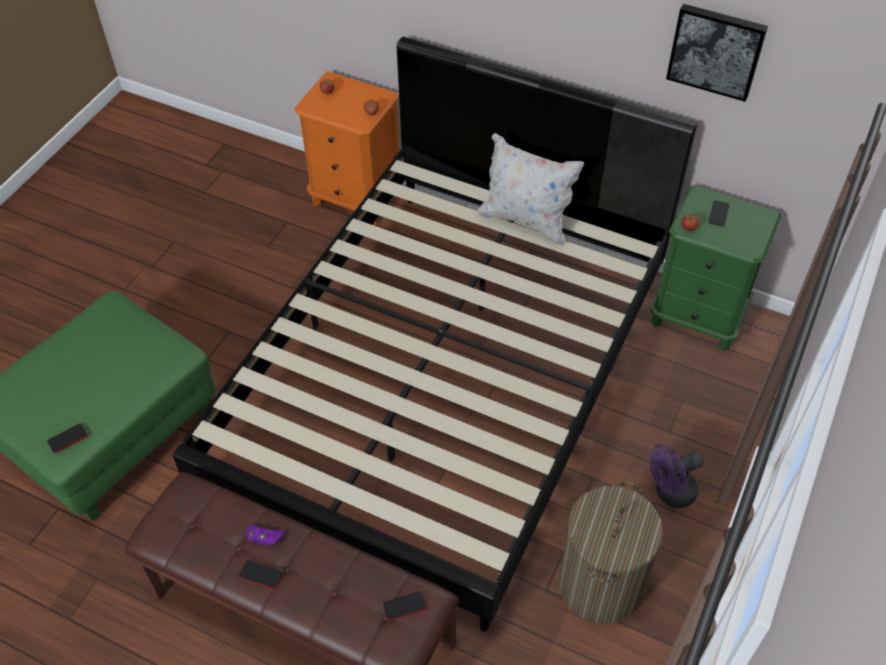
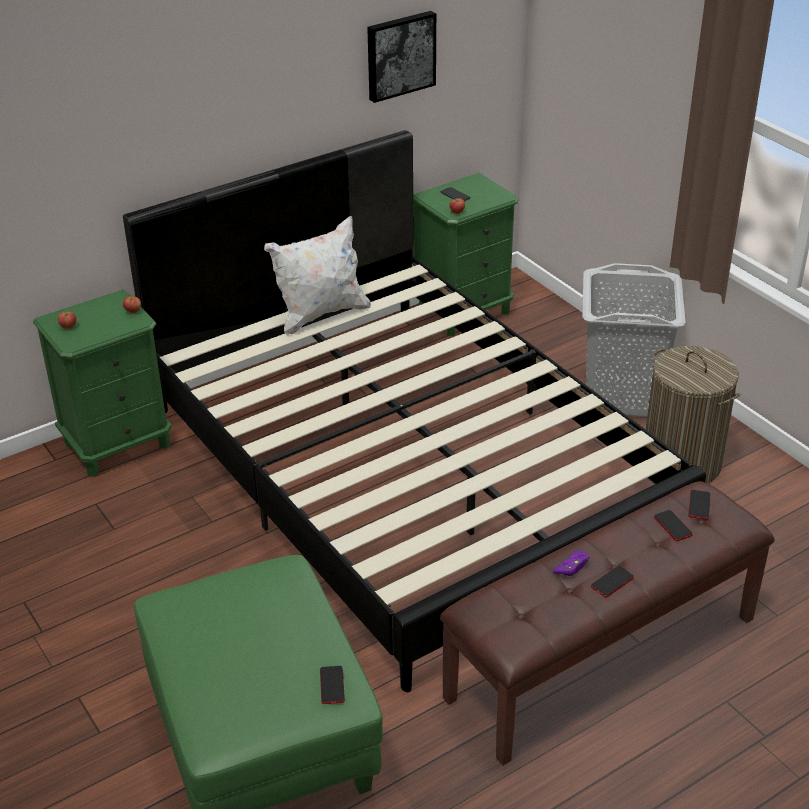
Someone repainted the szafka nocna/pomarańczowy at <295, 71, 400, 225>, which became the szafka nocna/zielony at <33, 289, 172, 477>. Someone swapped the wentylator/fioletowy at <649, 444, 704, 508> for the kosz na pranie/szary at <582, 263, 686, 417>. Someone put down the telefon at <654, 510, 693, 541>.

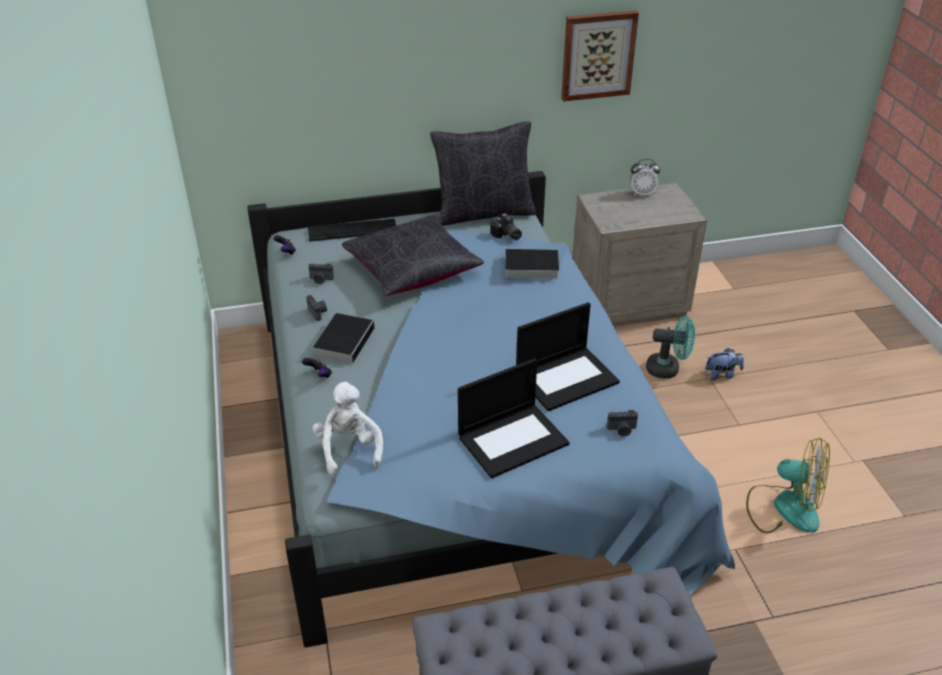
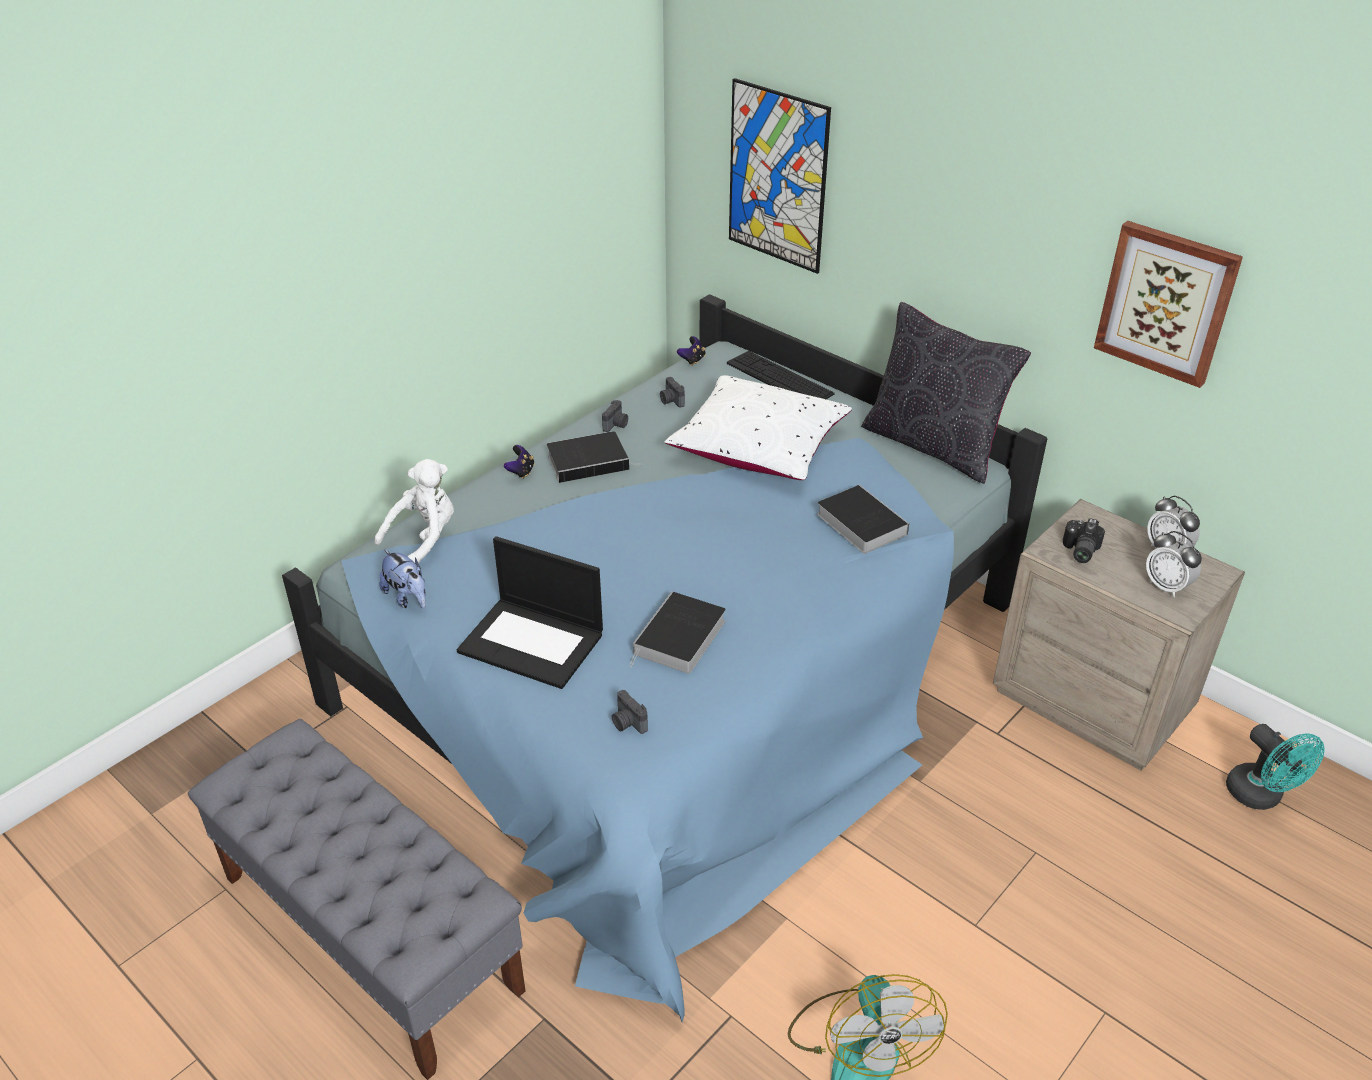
Someone repainted the poduszka/czarny at <342, 215, 484, 296>, which became the poduszka/biały at <664, 375, 852, 480>. Someone carried the aparat fotograficzny from <490, 213, 522, 240> to <1063, 518, 1105, 563>. Someone swapped the laptop at <516, 302, 620, 411> for the książka at <629, 591, 726, 674>. Someone carried the wentylator/turkusowy from <646, 316, 695, 379> to <1226, 724, 1325, 810>. Someone carried the pluszak from <706, 348, 744, 381> to <380, 550, 426, 608>. Someone put up the obraz at <729, 78, 831, 274>. Someone put down the budzik at <1146, 531, 1202, 597>.

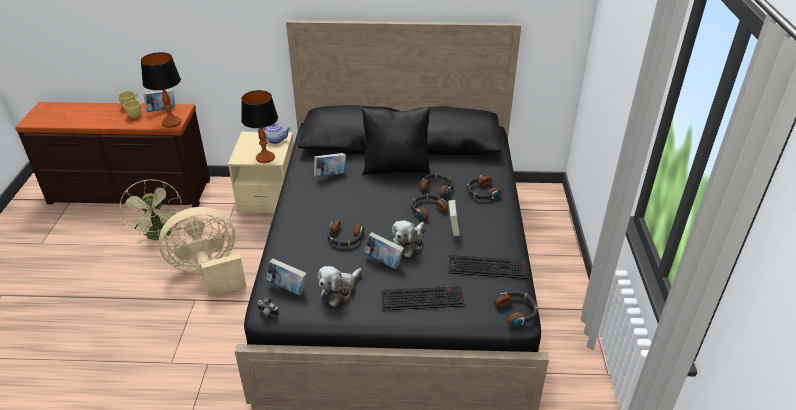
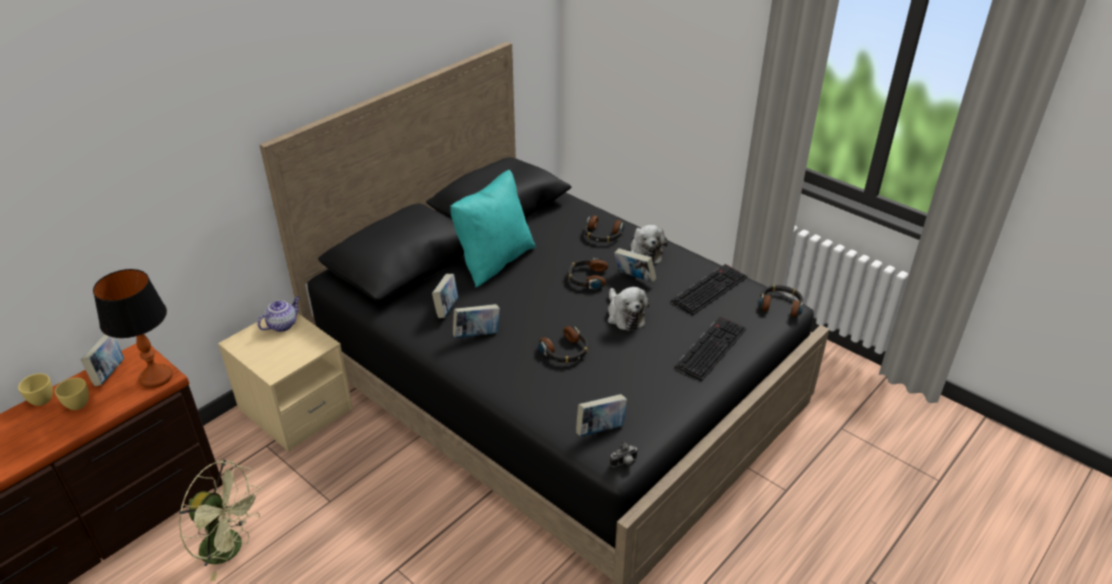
Someone took away the wentylator/beżowy at <159, 207, 247, 297>. Someone took away the lampa stołowa at <241, 90, 278, 163>. Someone carried the pluszak from <317, 266, 362, 307> to <630, 225, 668, 263>. Someone repainted the poduszka/czarny at <362, 107, 430, 175>, which became the poduszka/turkusowy at <450, 170, 535, 288>. Someone carried the książka from <364, 232, 404, 269> to <453, 304, 500, 338>. Someone took away the słuchawki at <419, 173, 454, 197>.

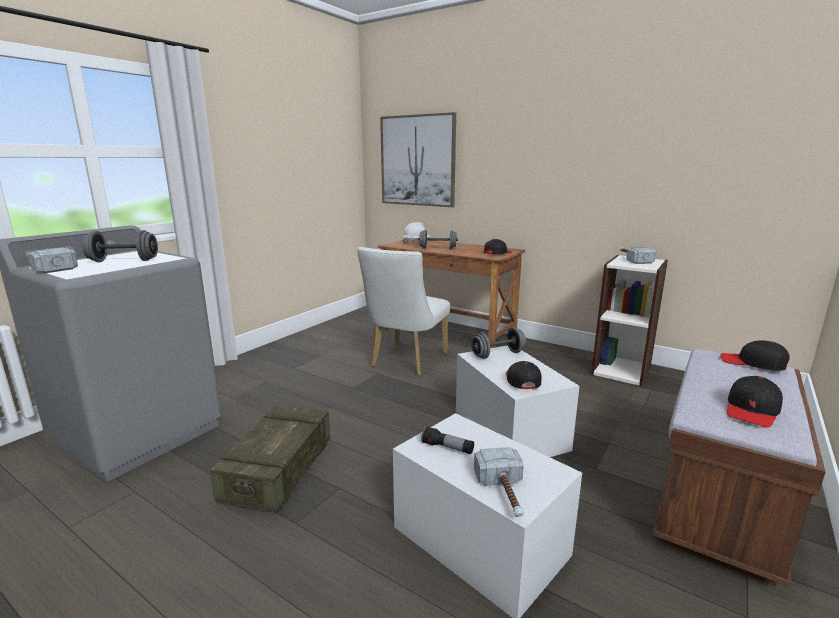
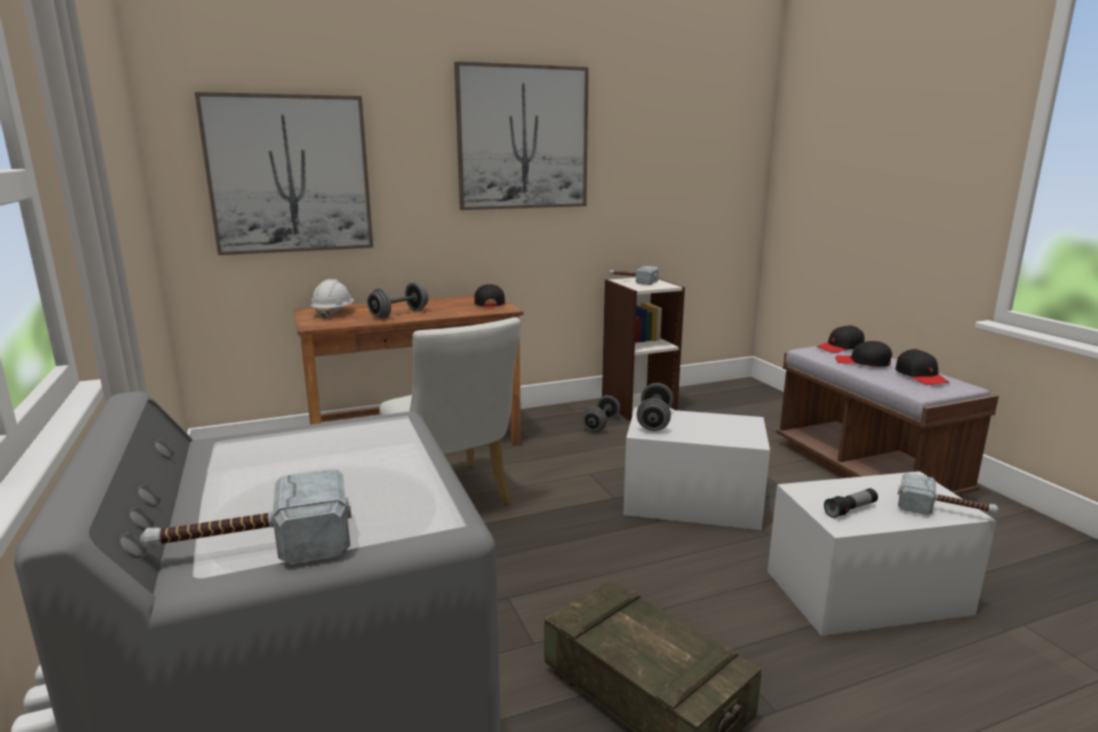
Someone carried the hantel/szary from <82, 230, 158, 262> to <582, 395, 620, 432>. Someone carried the czapka z daszkiem/czarny from <506, 361, 542, 389> to <835, 341, 892, 367>. Someone put up the obraz at <454, 61, 589, 210>.

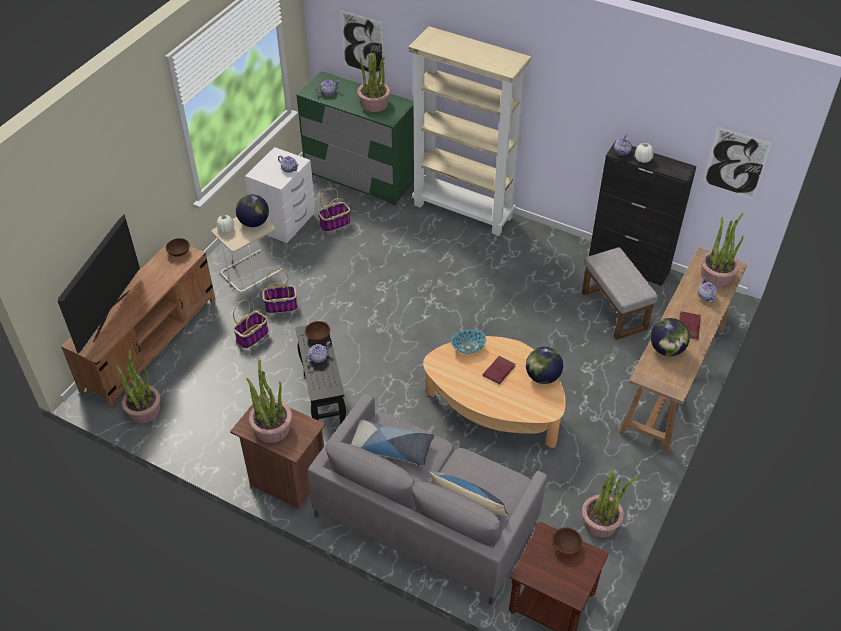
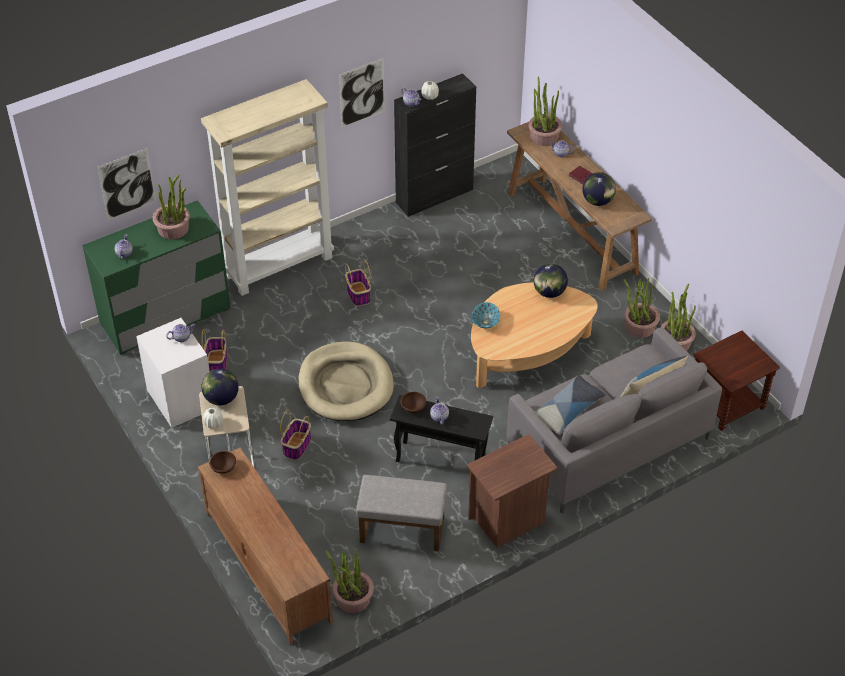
Someone took away the telewizor at <58, 214, 140, 353>. Someone carried the koszyk from <233, 300, 269, 349> to <345, 259, 371, 306>. Someone carried the roślina doniczkowa from <246, 360, 292, 443> to <623, 278, 660, 338>. Someone took away the książka/czerwony at <483, 356, 516, 385>. Someone took away the miska/brązowy at <552, 528, 582, 555>. Someone carried the pufa/szary from <582, 247, 658, 340> to <356, 475, 447, 552>. Someone carried the obraz from <703, 127, 772, 200> to <339, 58, 385, 128>. Someone put down the legowisko/beżowy at <298, 341, 394, 421>.

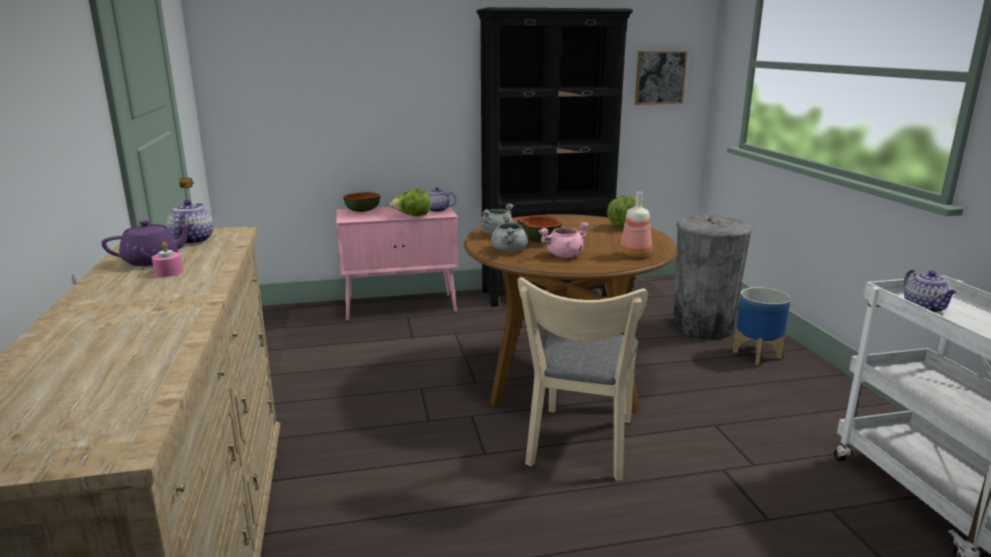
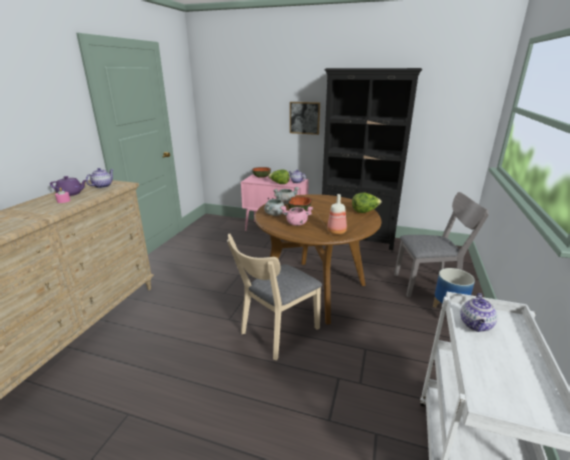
Someone carried the obraz from <635, 51, 688, 105> to <290, 102, 320, 135>. Someone swapped the kosz na śmieci/szary at <673, 215, 753, 340> for the krzesło/szary at <394, 192, 489, 297>.

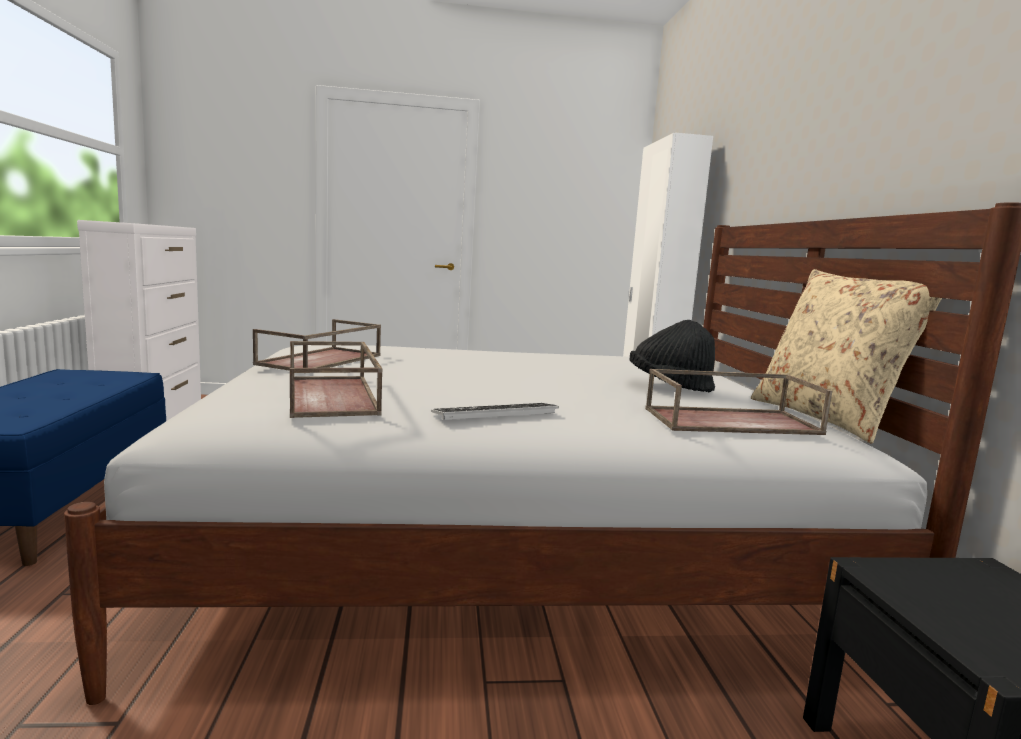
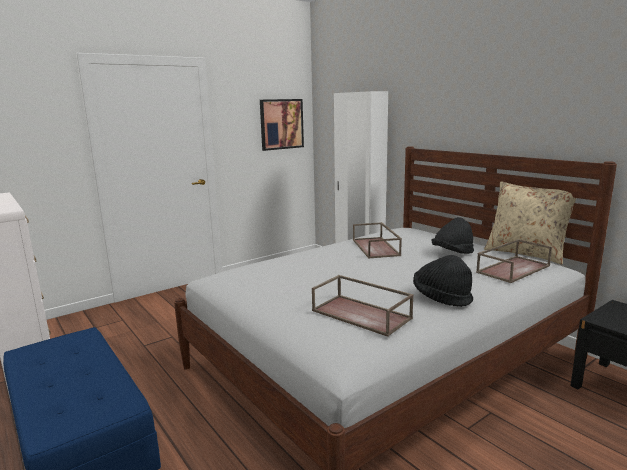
Someone carried the taca/brązowy from <253, 319, 381, 371> to <353, 222, 402, 259>. Someone swapped the klawiatura at <431, 403, 559, 420> for the kapelusz/czarny at <413, 255, 473, 307>. Someone put up the obraz at <260, 99, 304, 151>.

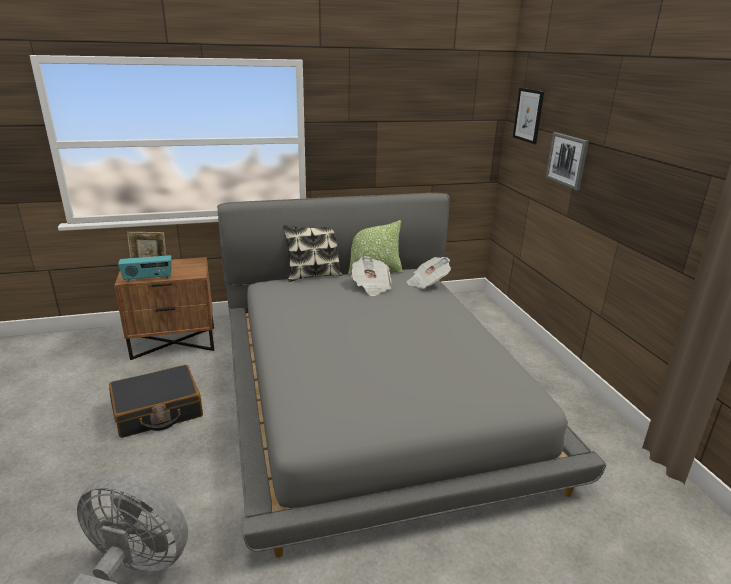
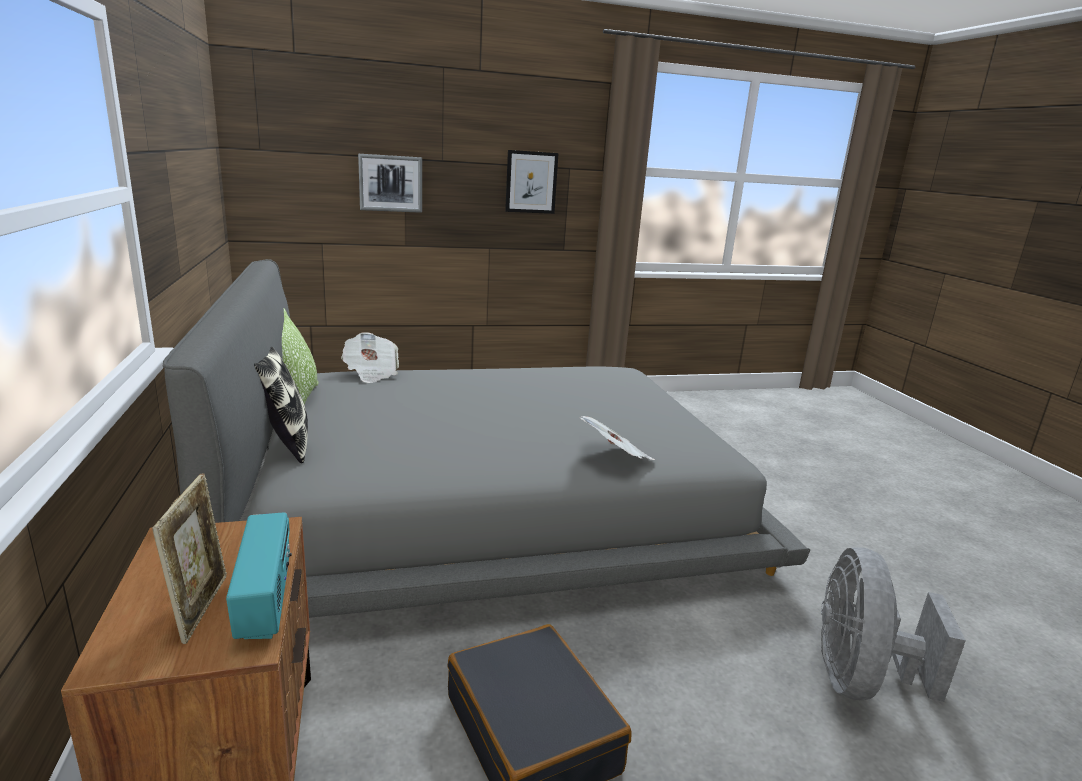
Someone carried the gazeta from <351, 256, 392, 296> to <580, 416, 655, 460>. Someone carried the obraz from <513, 88, 544, 144> to <505, 150, 559, 214>.

